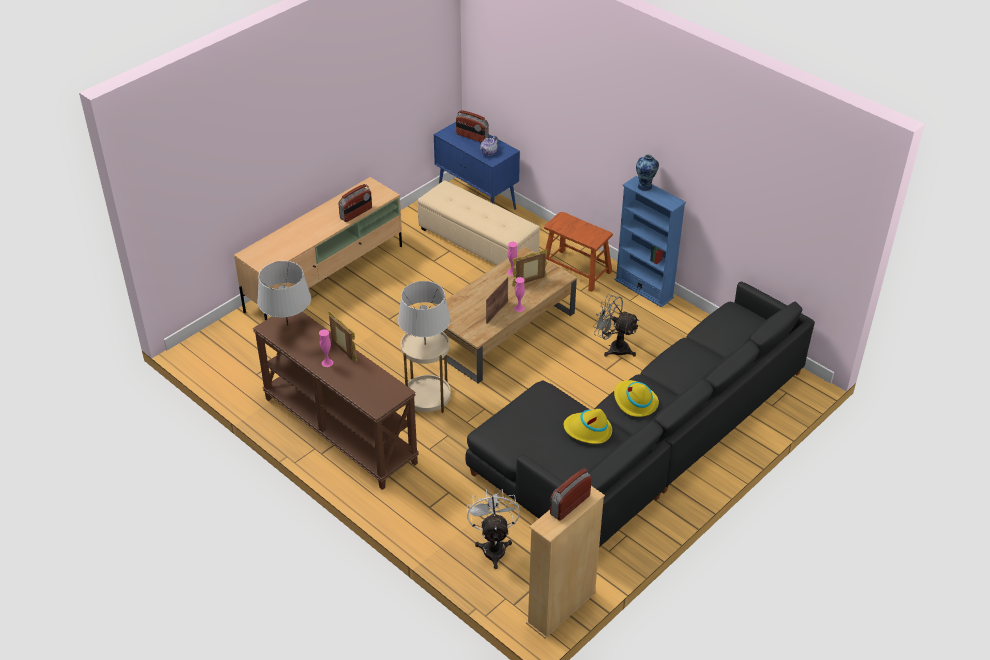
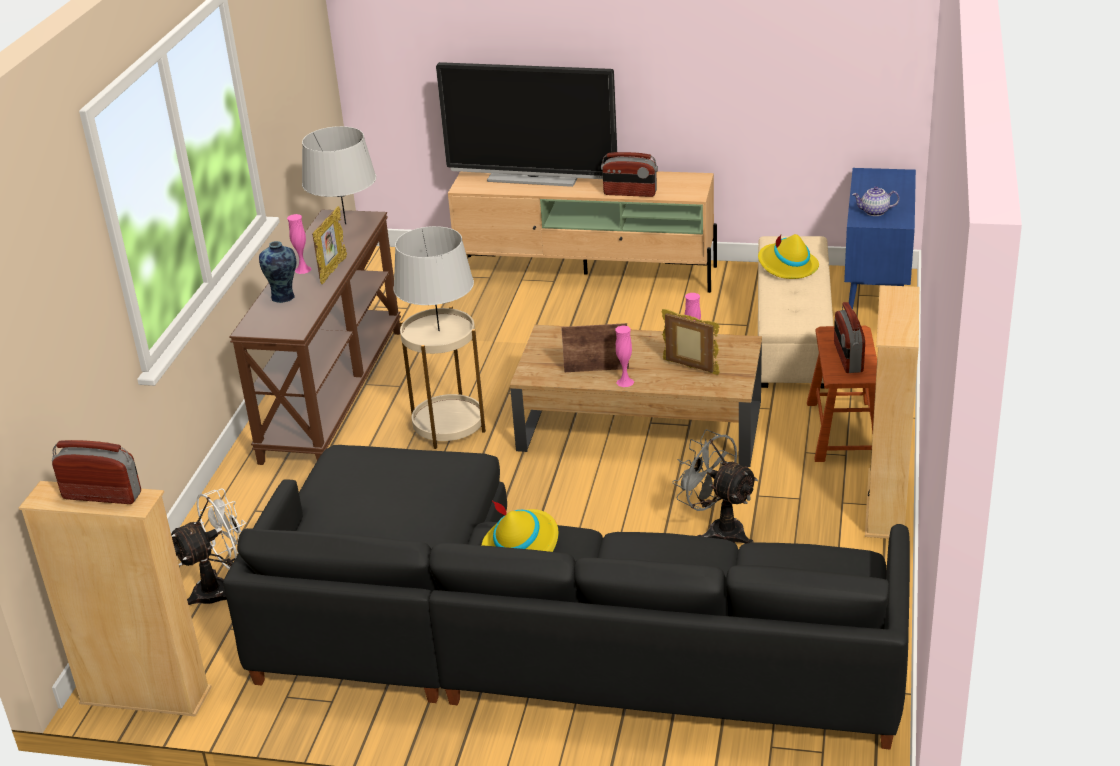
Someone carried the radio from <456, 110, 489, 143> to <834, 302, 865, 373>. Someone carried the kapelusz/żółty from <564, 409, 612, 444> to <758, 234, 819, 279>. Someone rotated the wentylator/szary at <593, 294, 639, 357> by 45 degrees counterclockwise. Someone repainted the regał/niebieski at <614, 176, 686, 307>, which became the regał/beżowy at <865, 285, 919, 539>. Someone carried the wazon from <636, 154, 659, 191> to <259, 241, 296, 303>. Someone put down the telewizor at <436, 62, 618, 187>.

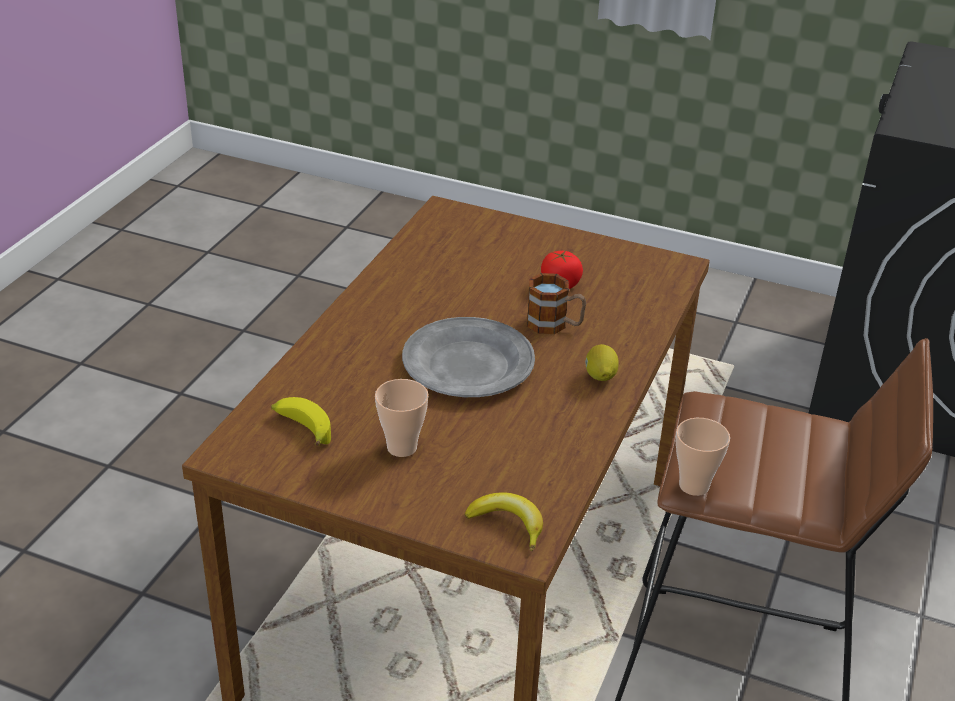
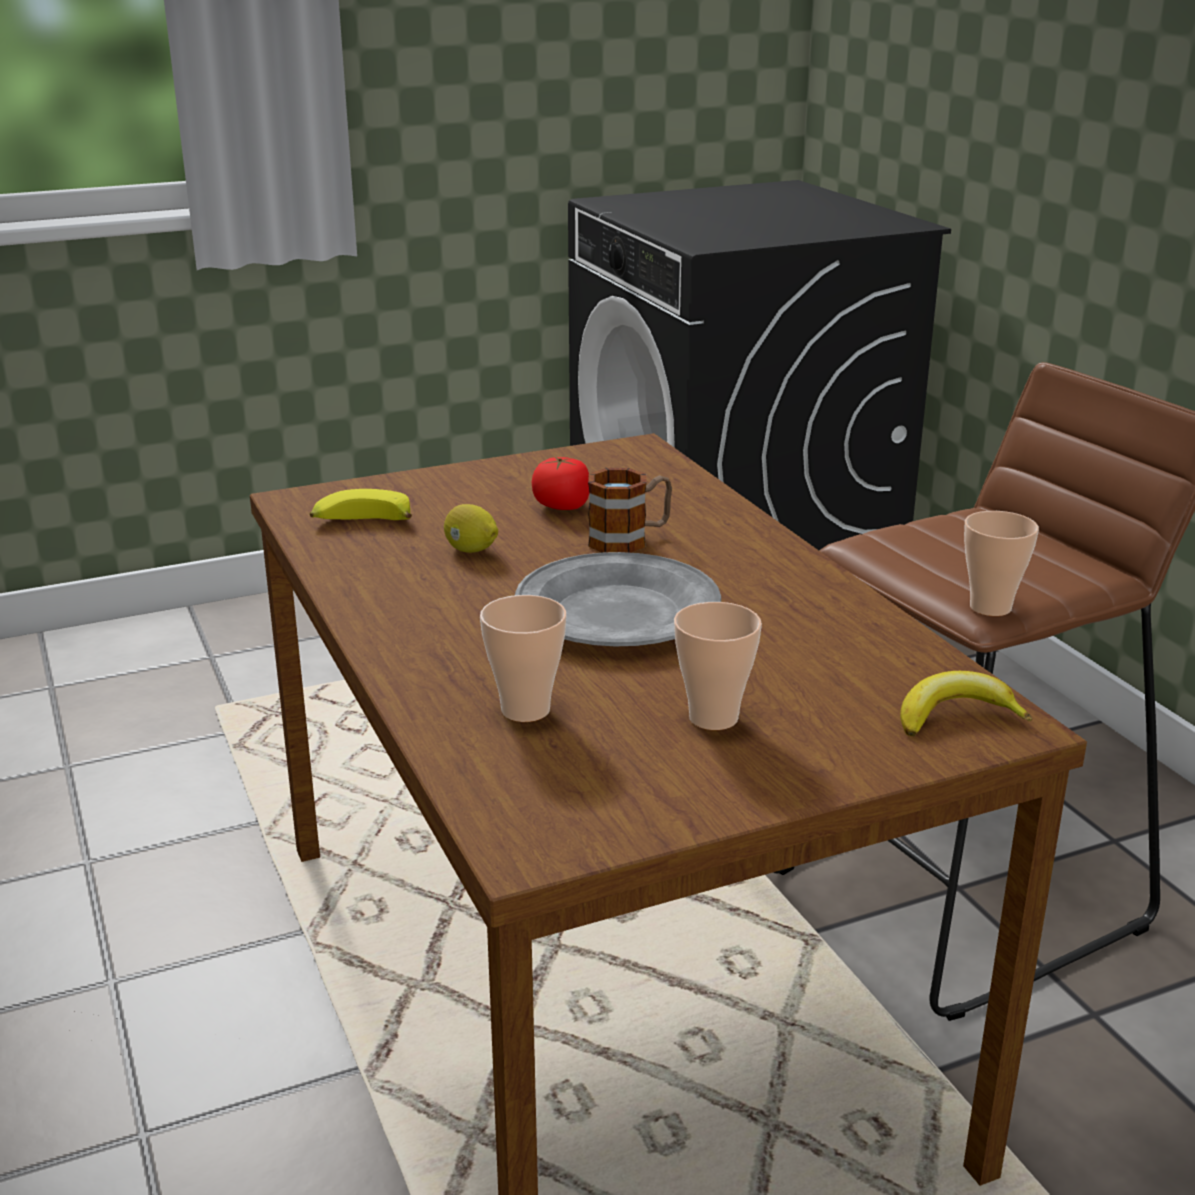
Someone carried the banan from <271, 397, 331, 446> to <310, 489, 412, 520>. Someone carried the cytryna from <585, 344, 619, 381> to <444, 504, 498, 553>. Someone put down the filiżanka at <480, 595, 567, 722>.

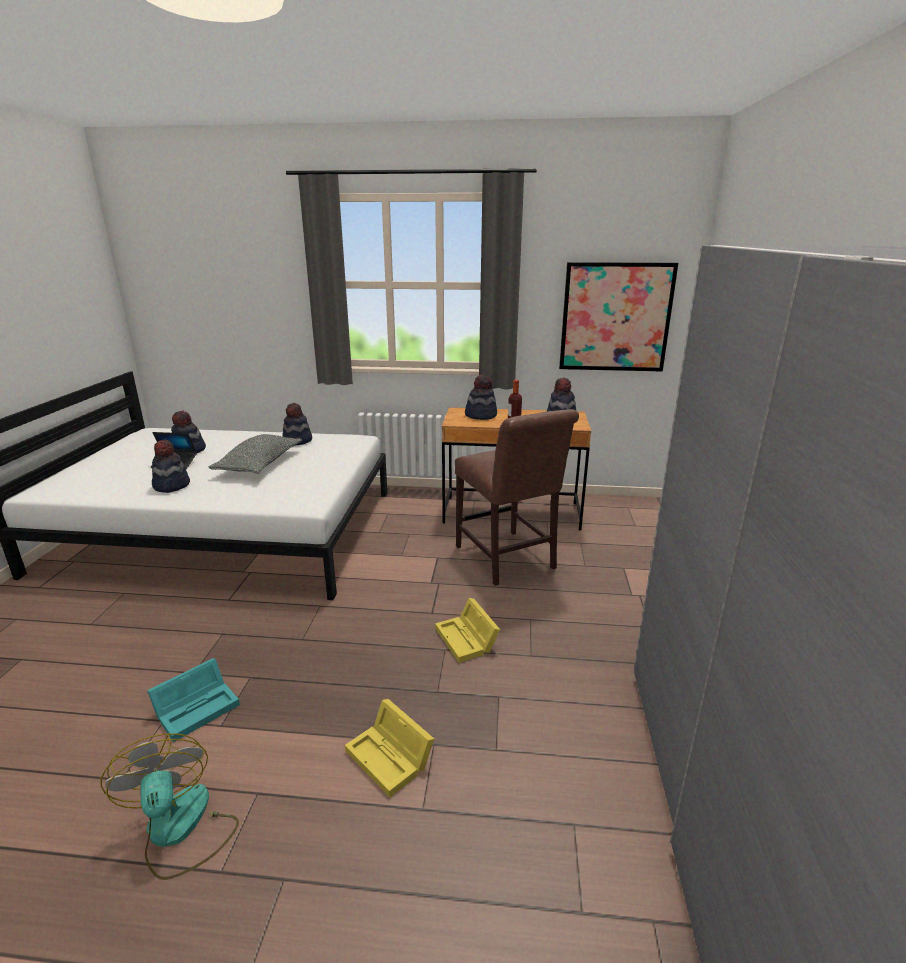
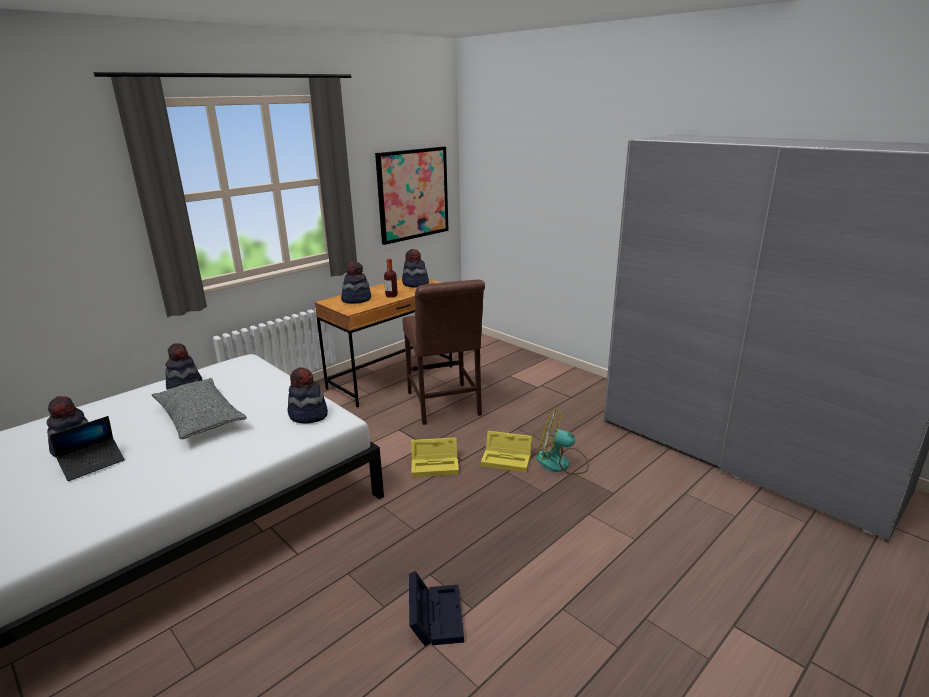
Someone carried the wentylator from <101, 733, 239, 880> to <536, 409, 589, 475>. Someone repainted the pojemnik do przechowywania/turkusowy at <147, 658, 240, 742>, which became the pojemnik do przechowywania/czarny at <409, 571, 464, 646>. Someone carried the kapelusz from <152, 439, 190, 493> to <287, 367, 328, 424>. Someone carried the pojemnik do przechowywania/żółty from <345, 699, 434, 797> to <411, 437, 459, 477>. Someone rotated the krzesło/brązowy at <455, 409, 579, 586> by 60 degrees clockwise.

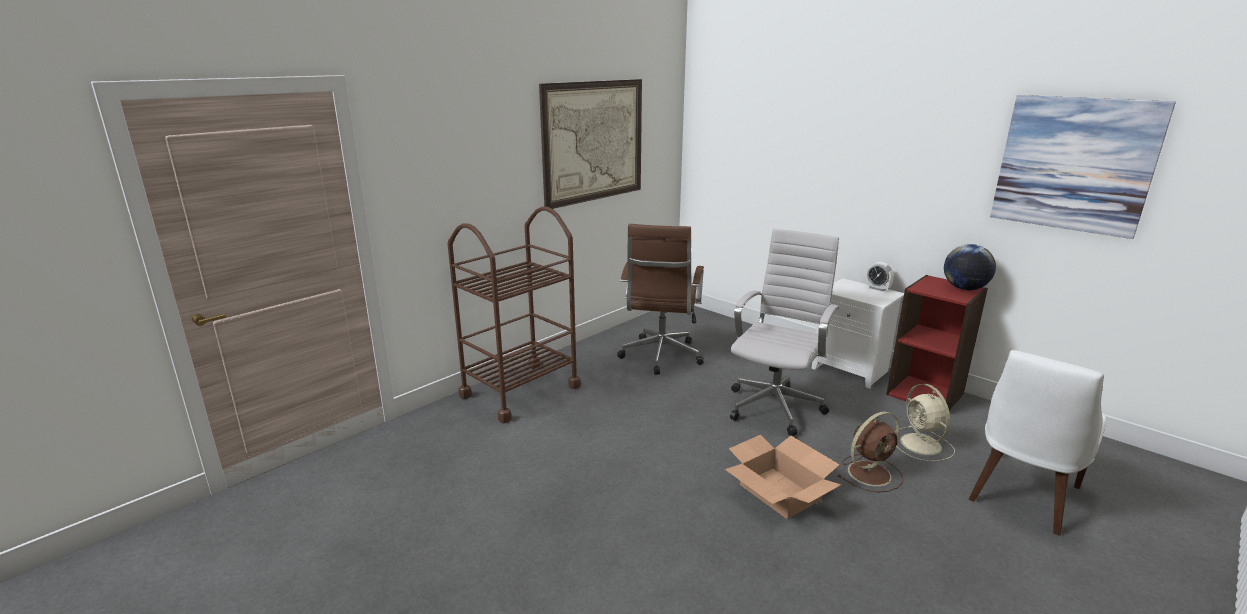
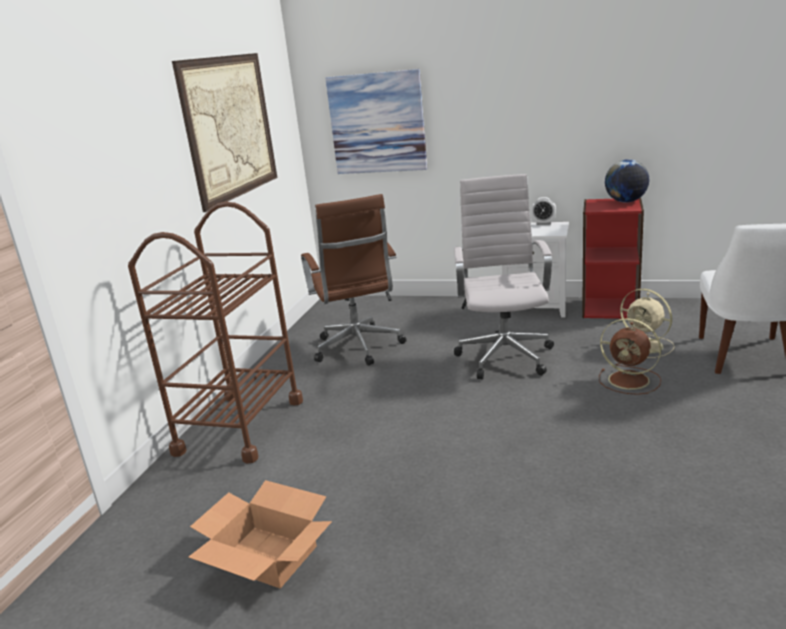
Someone carried the karton from <725, 434, 841, 519> to <189, 480, 332, 588>. Someone rotated the wentylator/brązowy at <838, 411, 903, 492> by 90 degrees clockwise. Someone carried the obraz from <990, 95, 1176, 239> to <326, 69, 427, 174>.

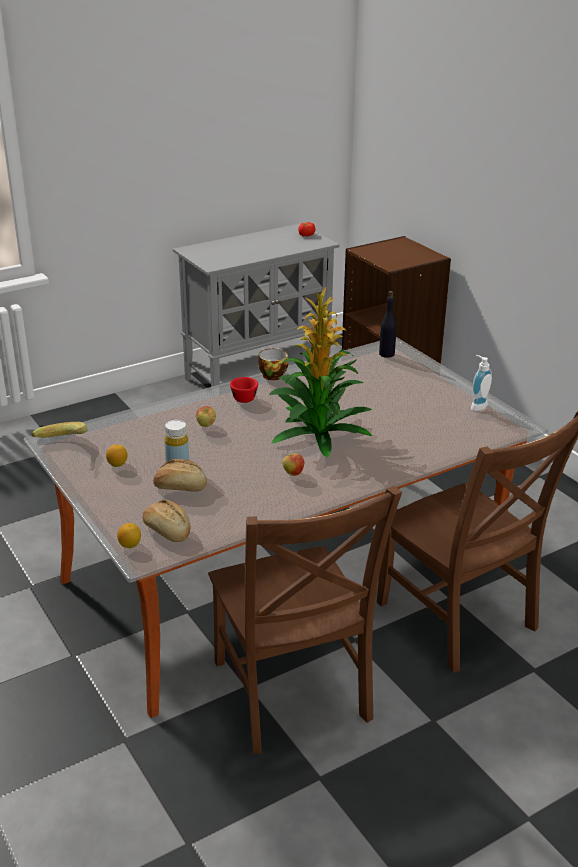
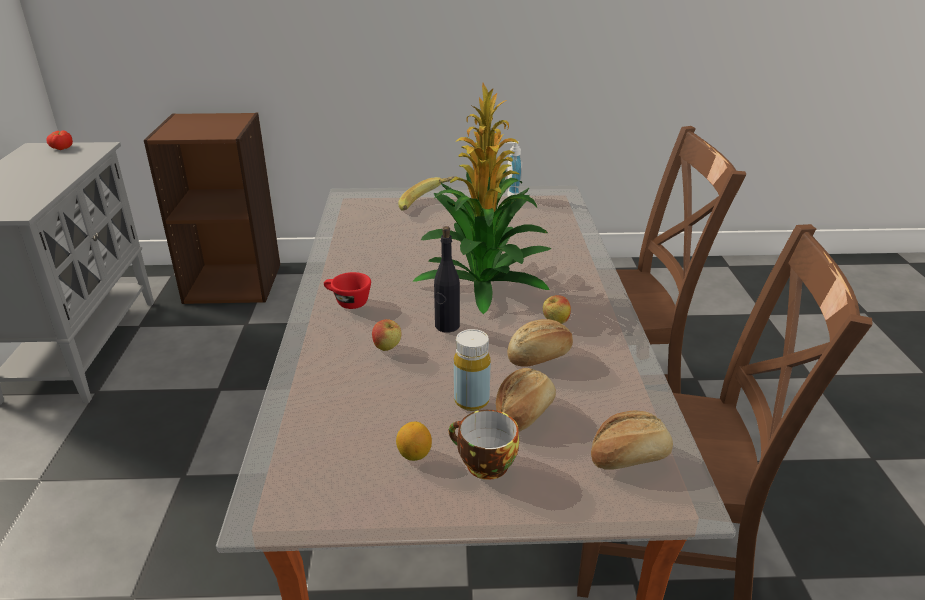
Someone carried the banan from <31, 422, 88, 438> to <398, 176, 455, 210>. Someone took away the cytryna at <117, 523, 141, 548>. Someone carried the filiżanka from <258, 348, 288, 380> to <448, 410, 519, 480>. Someone carried the butelka/czarny from <379, 291, 397, 358> to <434, 226, 460, 333>. Someone put down the chleb at <507, 319, 573, 367>.

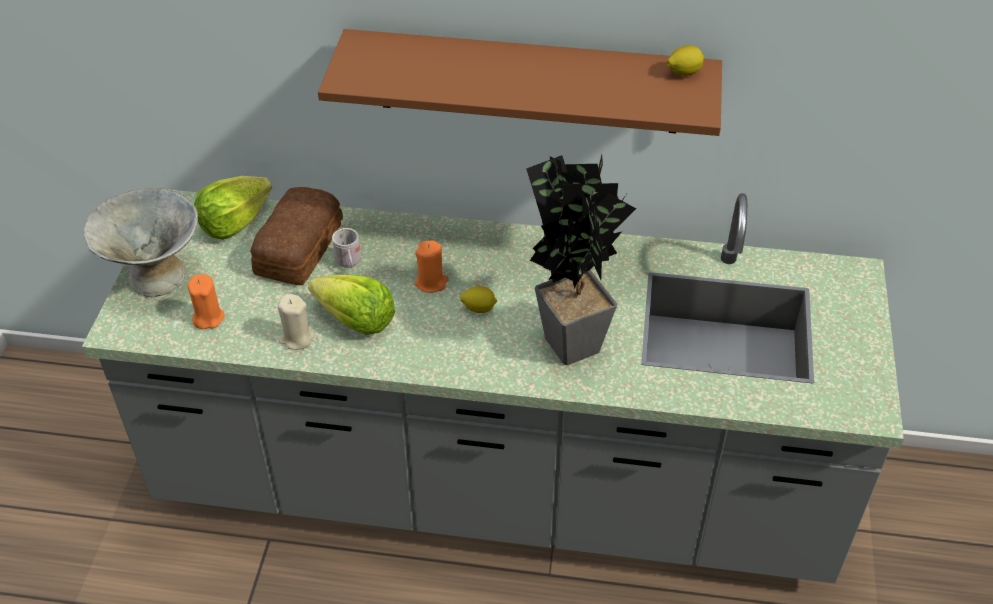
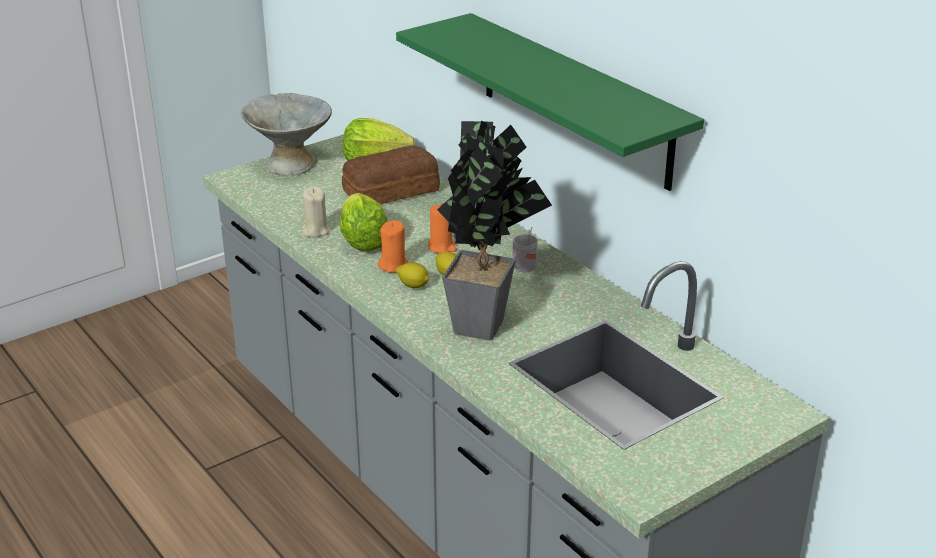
Someone carried the świeca/pomarańczowy from <188, 274, 224, 329> to <378, 220, 408, 273>. Someone repainted the półka/brązowy at <318, 29, 722, 136>, which became the półka/zielony at <396, 13, 704, 191>. Someone carried the kubek/biały from <332, 220, 361, 268> to <513, 227, 538, 272>. Someone carried the cytryna from <667, 45, 705, 76> to <396, 263, 429, 288>.

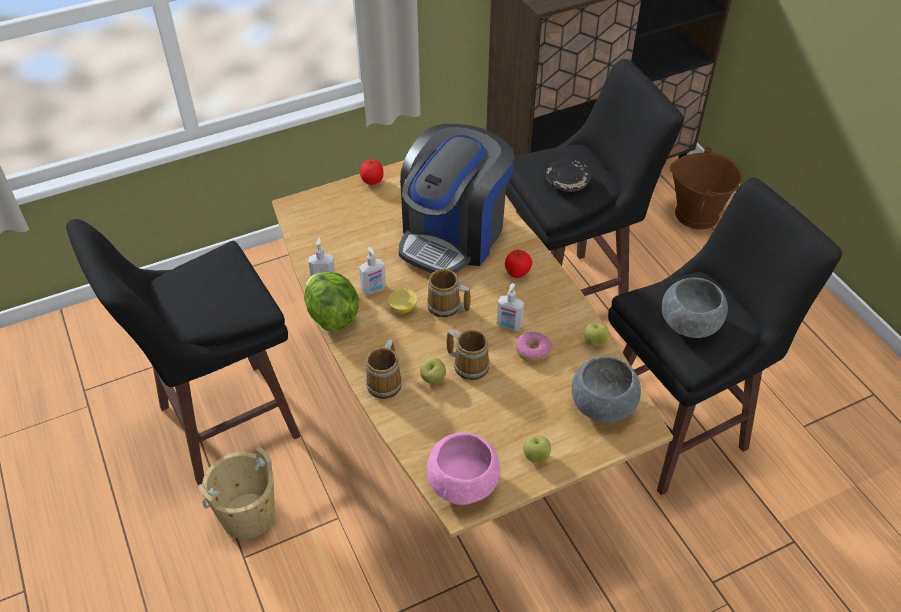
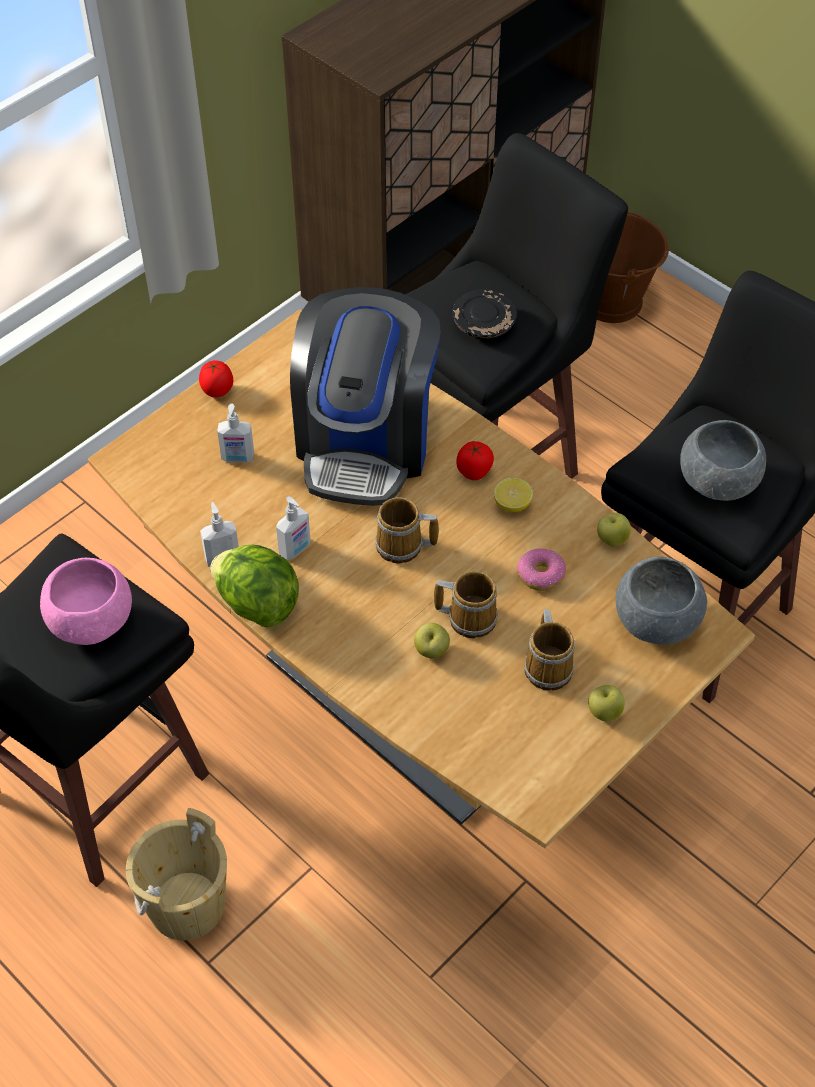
Someone carried the kubek from <365, 339, 402, 399> to <524, 609, 575, 691>. Someone carried the cytryna from <388, 289, 417, 313> to <494, 478, 533, 512>. Someone carried the miska/różowy from <427, 432, 500, 505> to <40, 558, 132, 645>. Someone carried the dozownik mydła from <497, 283, 524, 331> to <217, 403, 254, 463>.

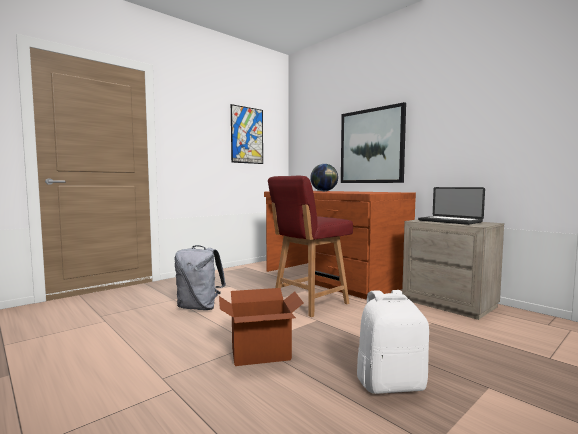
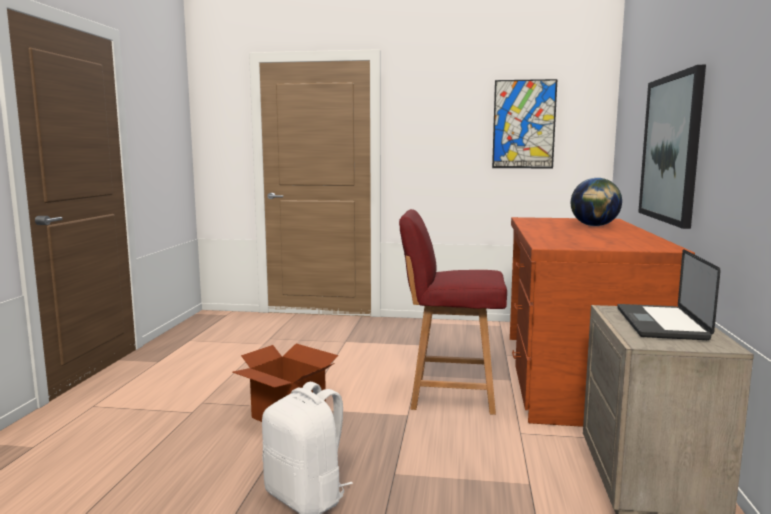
Someone took away the plecak/szary at <175, 245, 226, 310>.

